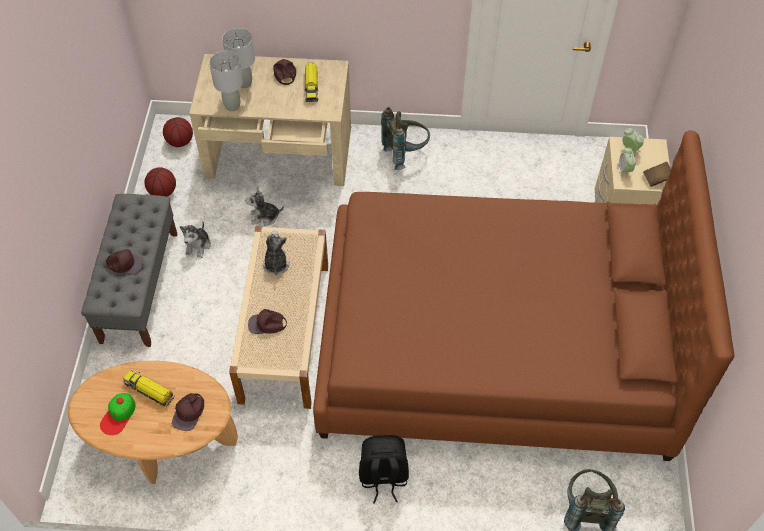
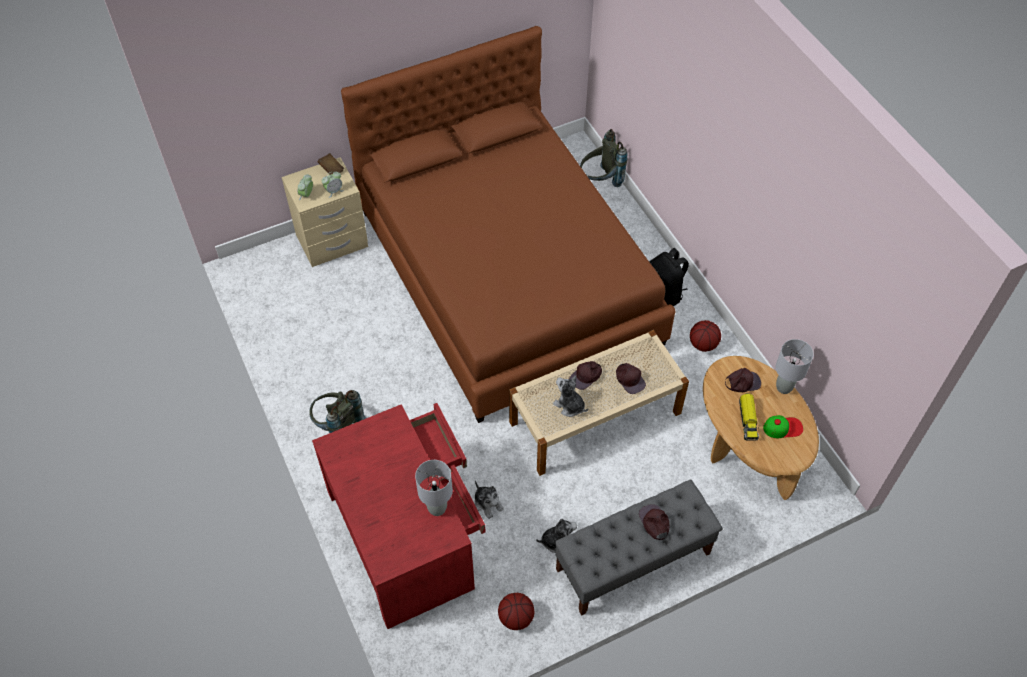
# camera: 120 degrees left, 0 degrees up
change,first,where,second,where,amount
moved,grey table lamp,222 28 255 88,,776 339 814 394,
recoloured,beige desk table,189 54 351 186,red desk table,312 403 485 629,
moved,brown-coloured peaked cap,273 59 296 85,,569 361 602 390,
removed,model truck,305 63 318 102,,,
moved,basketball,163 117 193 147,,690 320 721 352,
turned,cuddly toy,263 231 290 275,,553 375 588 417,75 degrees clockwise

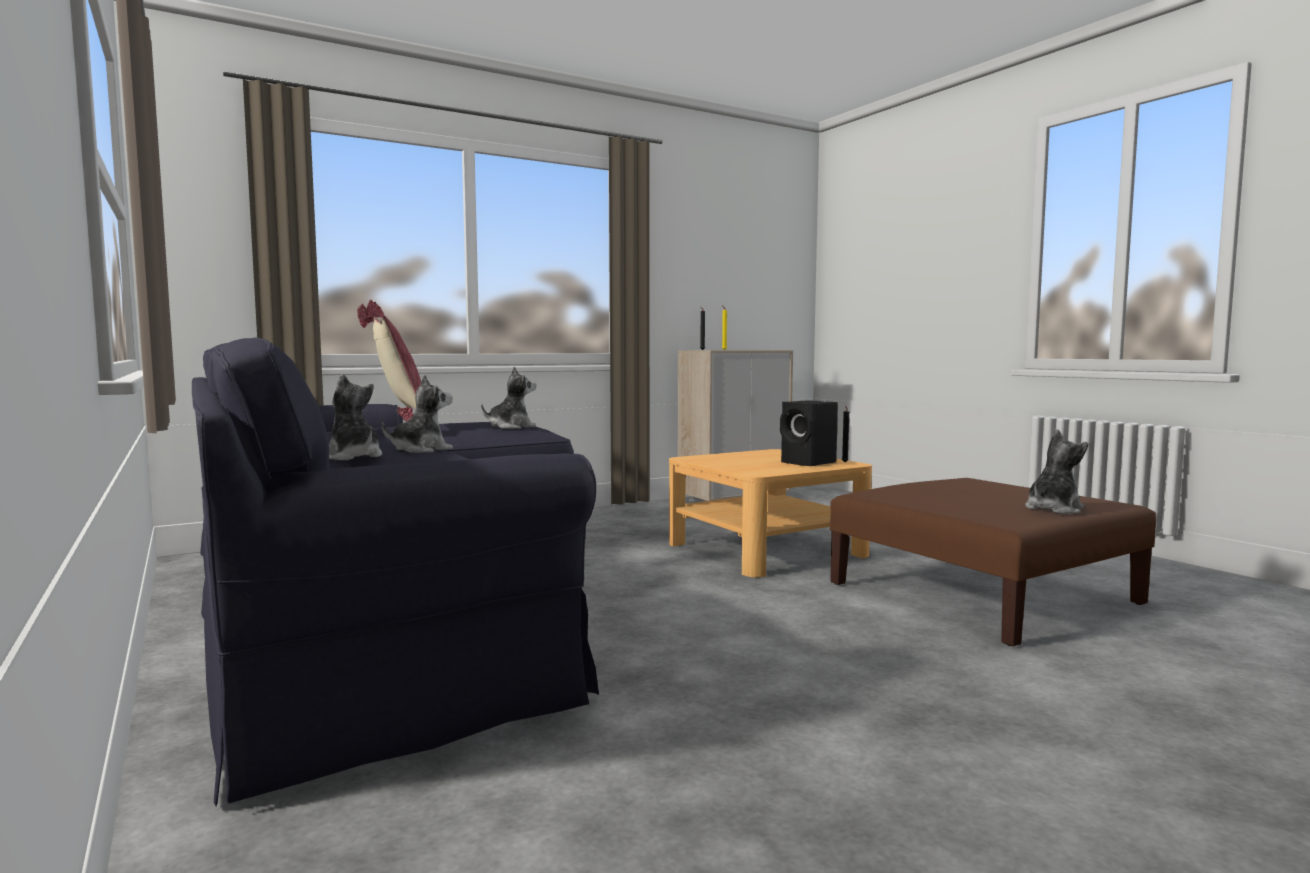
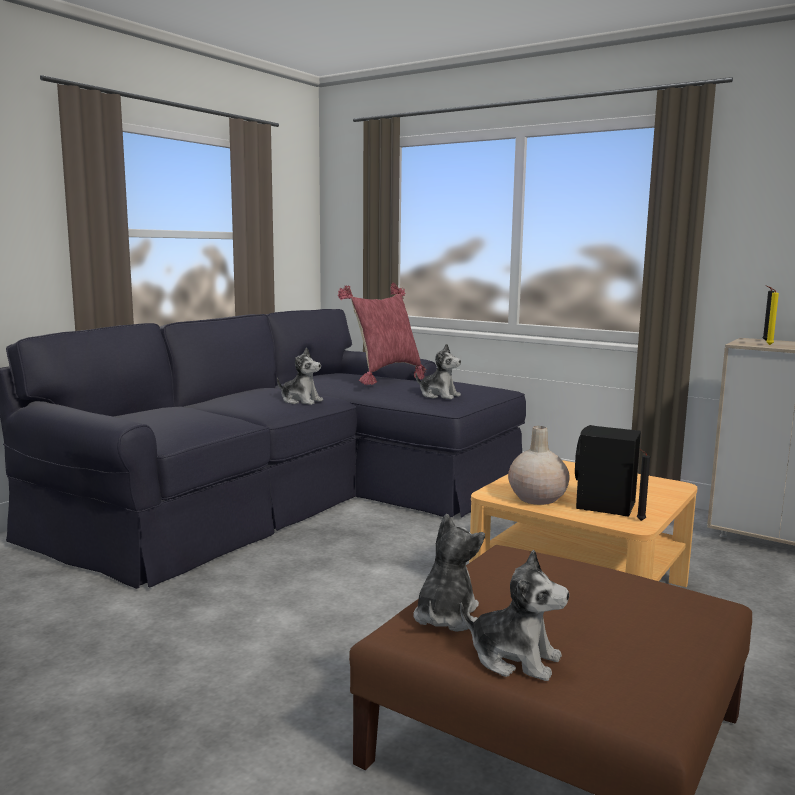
# camera: 65 degrees right, 5 degrees up
change,first,where,second,where,amount
moved,cuddly toy,329 374 382 460,,413 514 485 632,
added,,,beige decorative vase,508 426 569 505,

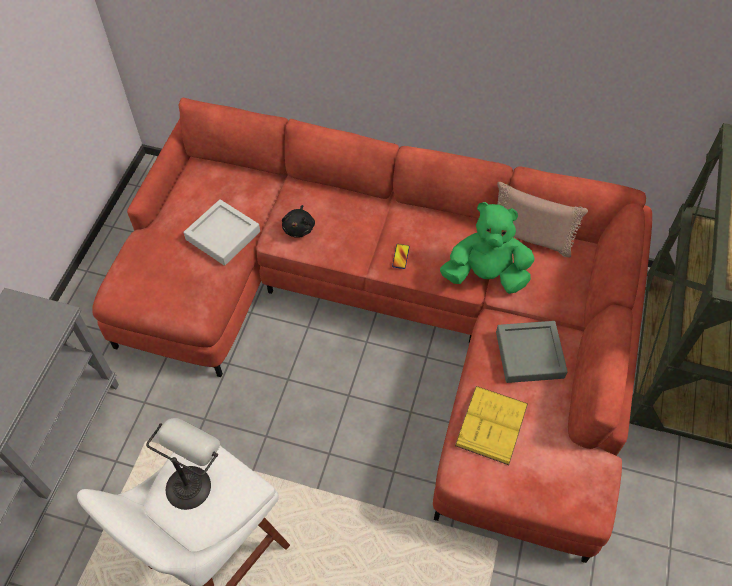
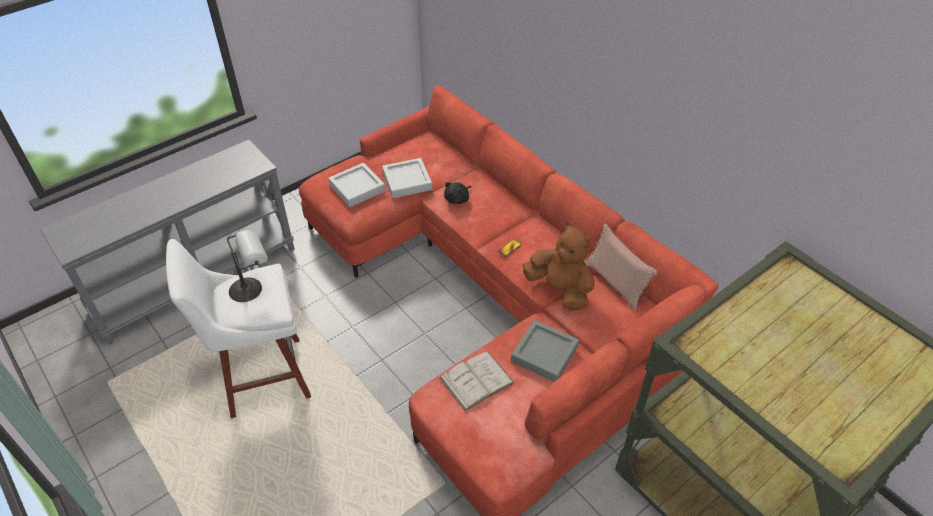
# camera: 35 degrees right, 10 degrees down
change,first,where,second,where,amount
recoloured,green cuddly toy,440 202 535 294,brown-coloured cuddly toy,522 222 595 310,
recoloured,yellowish bound book,455 386 528 465,whitish bound book,440 351 514 411,
added,,,grey serving tray,328 163 385 207,

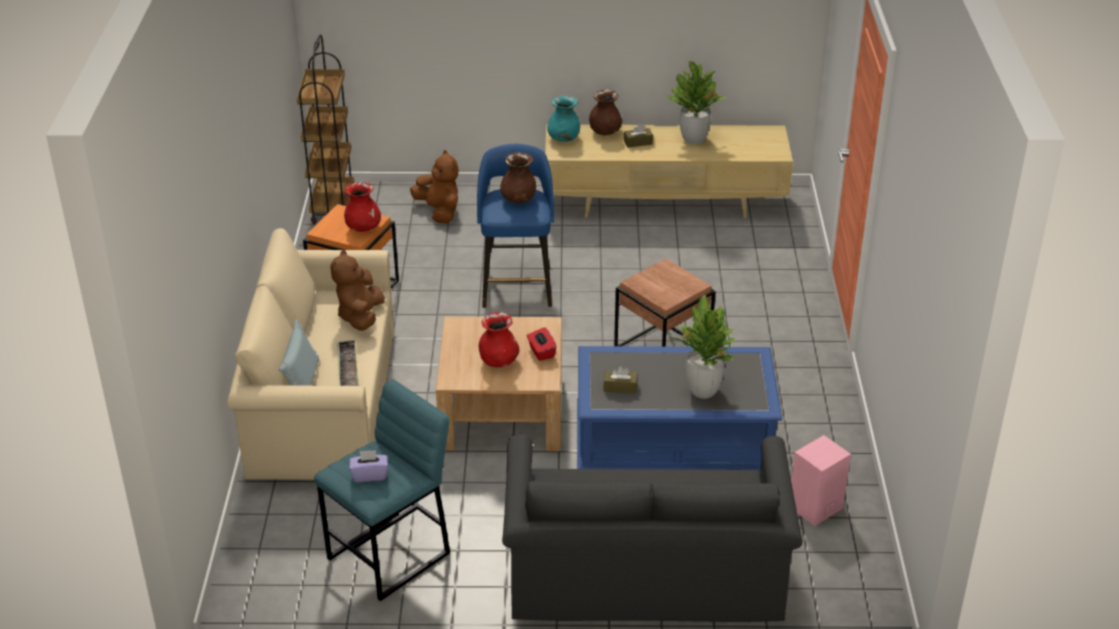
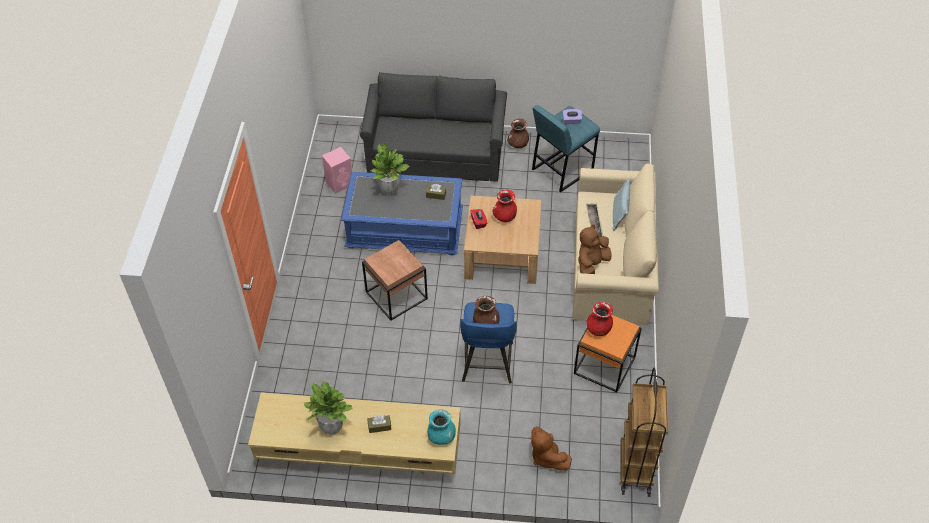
# camera: 175 degrees left, 15 degrees up
change,first,where,second,where,amount
moved,brown-coloured decorative vase,589 89 622 135,,507 119 529 148,
turned,brown-coloured cuddly toy,330 250 385 331,,578 225 612 274,150 degrees counterclockwise

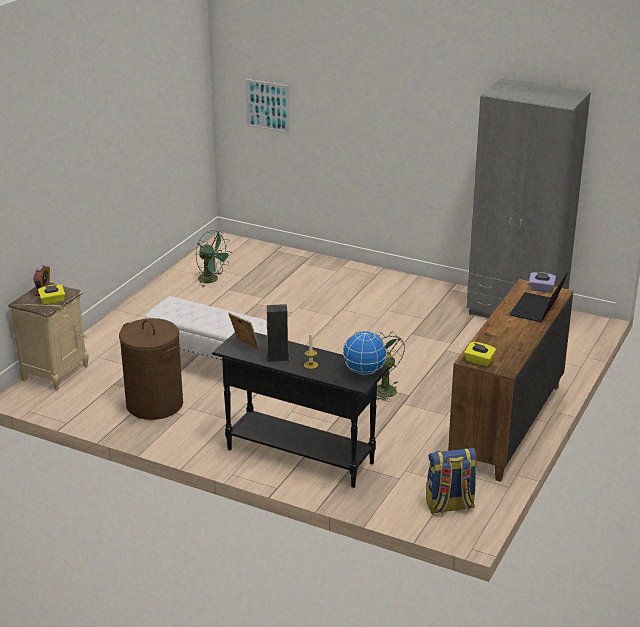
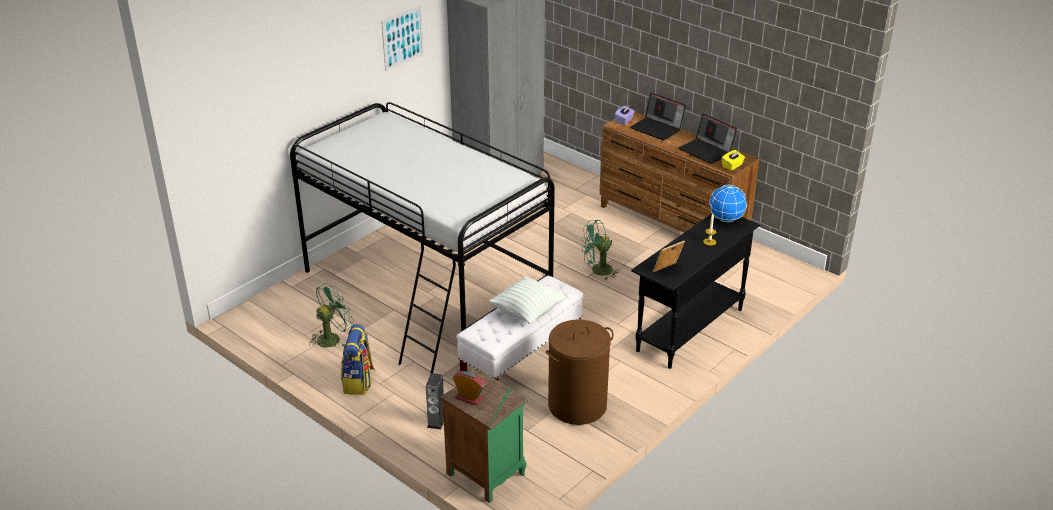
# camera: 75 degrees left, 5 degrees up
change,first,where,second,where,amount
moved,picture,245 79 290 134,,381 6 424 71,
recoloured,beige nightstand,8 282 89 391,green nightstand,440 371 528 503,
removed,yellowish tissue box,38 284 65 305,,,
moved,speaker,266 304 290 362,,426 373 444 430,
moved,rucksack,426 448 477 514,,341 324 375 395,
added,,,blackish bedroom bed,290 102 555 374,
added,,,notebook computer,678 114 737 164,
added,,,throw pillow,489 276 567 324,

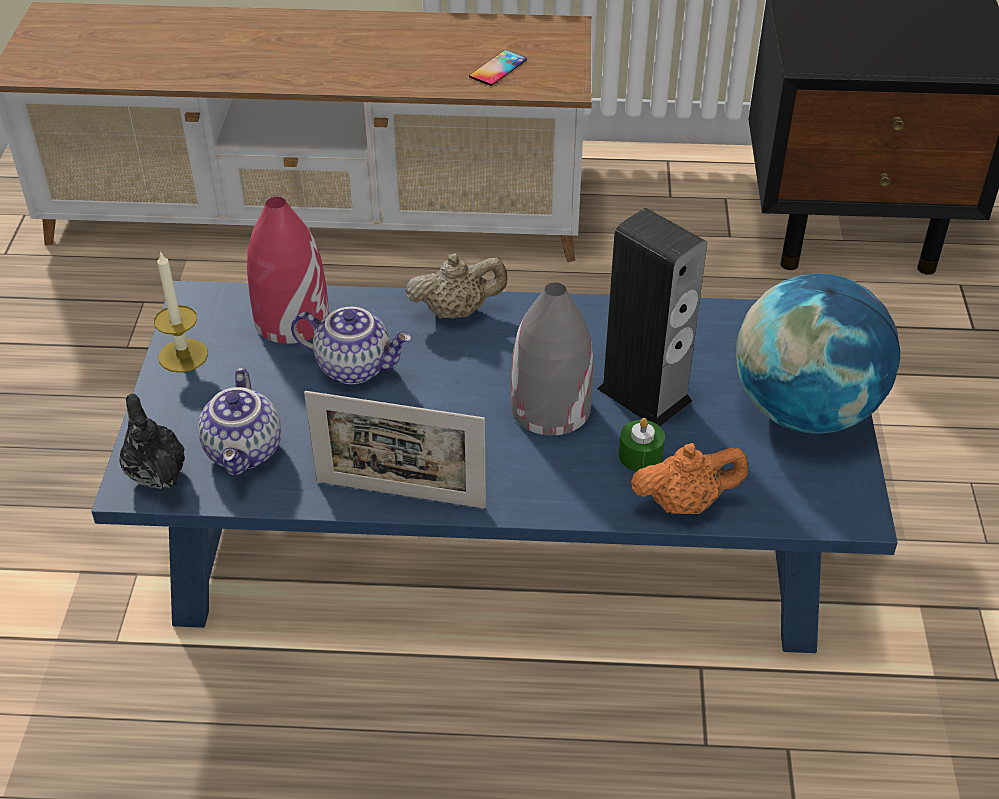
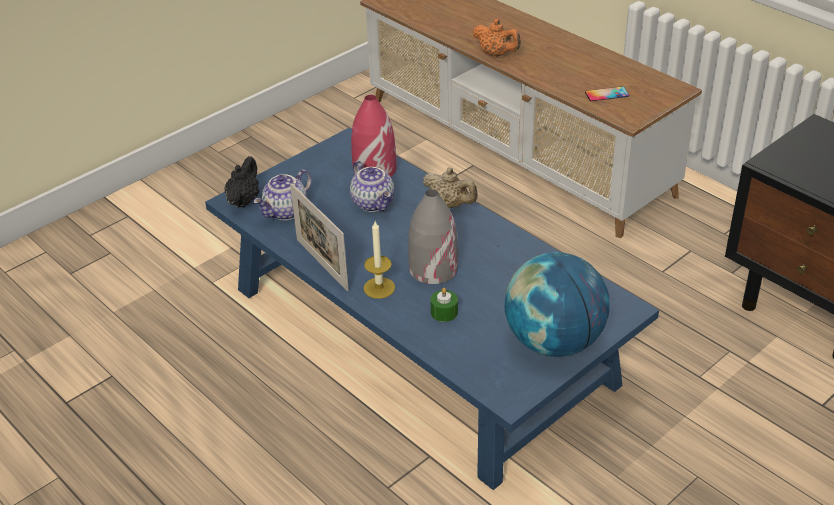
# camera: 45 degrees right, 5 degrees down
change,first,where,second,where,amount
removed,speaker,597 208 707 427,,,
moved,wax light,154 251 208 373,,363 221 395 299,
moved,orange tea pot,631 443 749 514,,473 19 521 56,

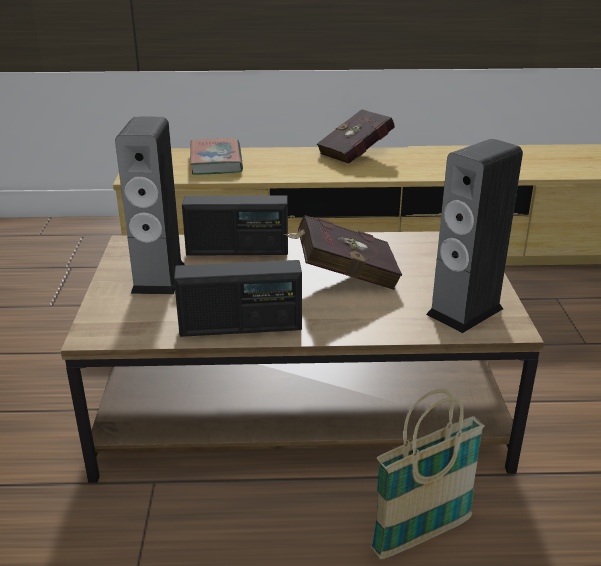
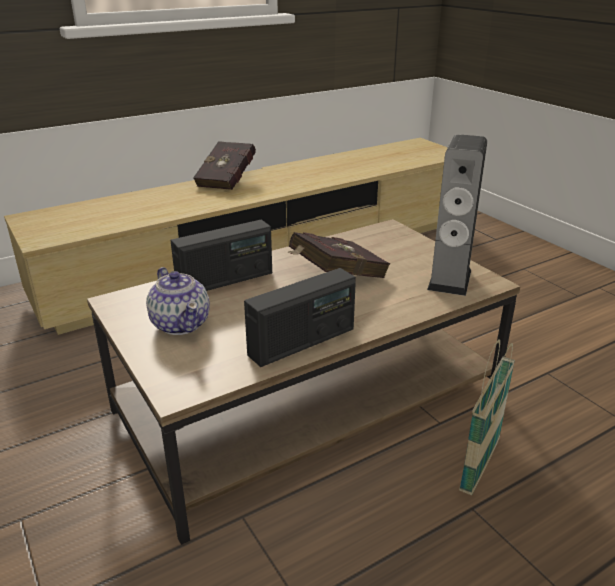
# camera: 30 degrees left, 0 degrees up
change,first,where,second,where,amount
replaced,speaker,115 116 185 294,tea pot,146 267 210 335,
removed,bound book,190 139 243 175,,,

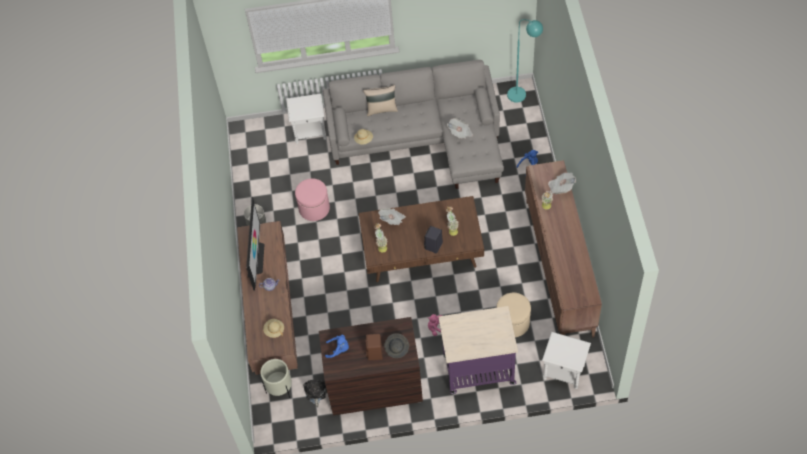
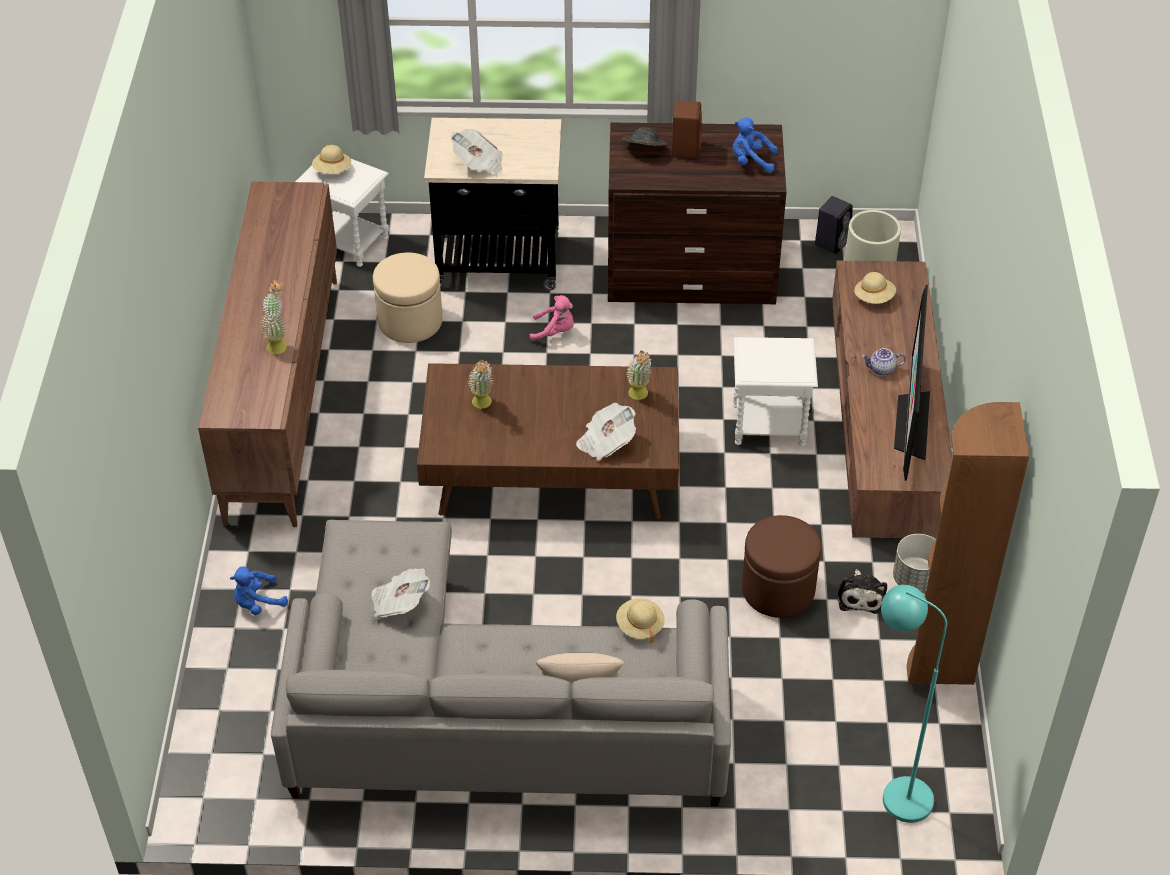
# camera: 175 degrees left, 10 degrees down
change,first,where,second,where,amount
moved,turquoise-coloured standard lamp,507 19 543 103,,881 585 947 823,
moved,whitish end table,286 94 326 144,,733 337 818 446,
moved,daily paper,548 173 576 194,,451 129 502 175,
recoloured,pink ottoman,295 178 330 221,brown-coloured ottoman,742 515 821 618,
moved,blackish speaker,424 226 443 254,,815 196 853 254,
recoloured,purplish cart,438 306 518 394,blackish cart,424 118 561 290,
moved,cuddly toy,303 379 326 407,,837 569 887 614,
added,,,beige wearable hat,312 145 351 174,
added,,,brown-coloured shelving unit,907 402 1029 685,

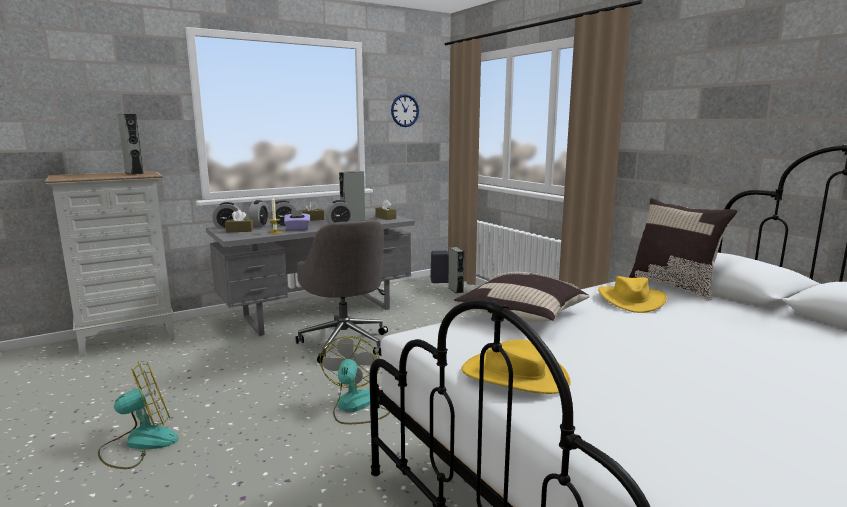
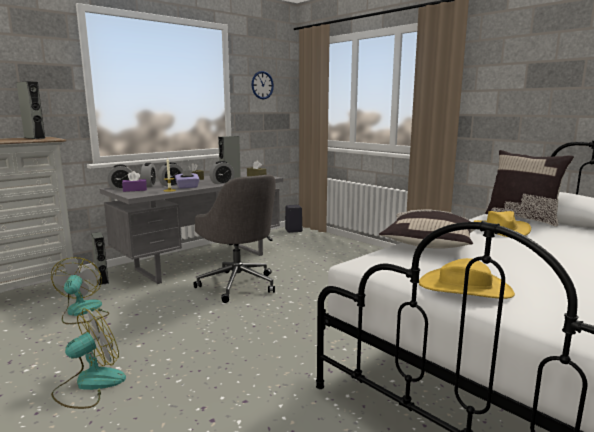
# camera: 10 degrees left, 0 degrees up
change,first,where,second,where,amount
recoloured,brown-coloured tissue box,225 210 254 232,purplish tissue box,122 171 147 192,
moved,grey speaker,448 247 464 294,,91 232 109 285,
moved,electric fan,320 336 390 425,,51 257 109 324,

